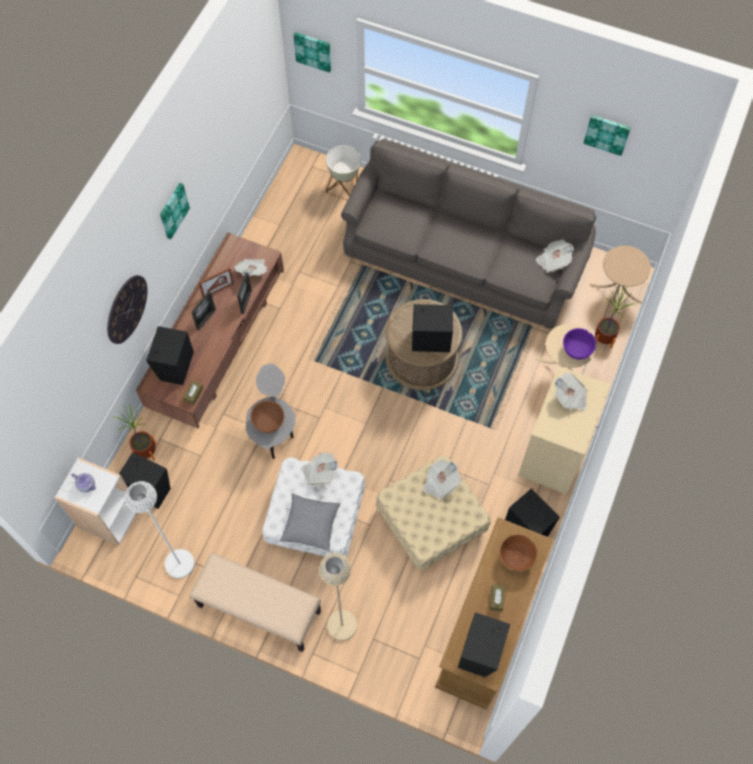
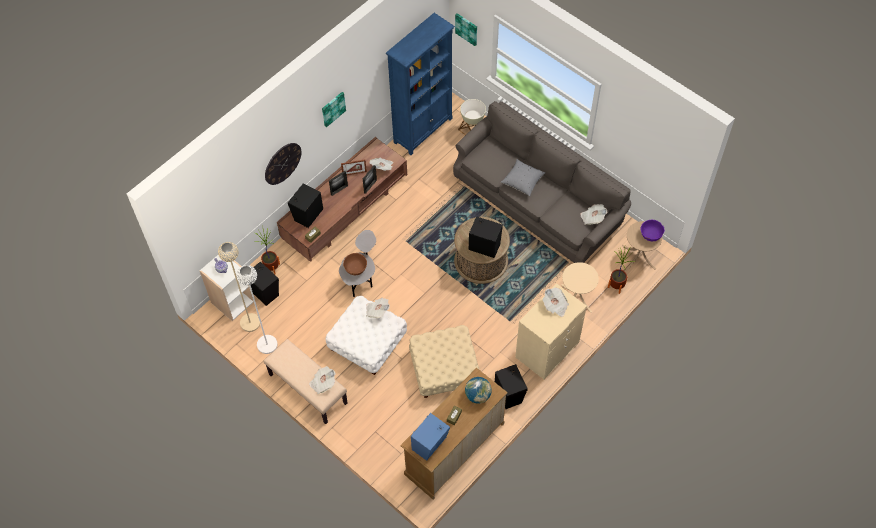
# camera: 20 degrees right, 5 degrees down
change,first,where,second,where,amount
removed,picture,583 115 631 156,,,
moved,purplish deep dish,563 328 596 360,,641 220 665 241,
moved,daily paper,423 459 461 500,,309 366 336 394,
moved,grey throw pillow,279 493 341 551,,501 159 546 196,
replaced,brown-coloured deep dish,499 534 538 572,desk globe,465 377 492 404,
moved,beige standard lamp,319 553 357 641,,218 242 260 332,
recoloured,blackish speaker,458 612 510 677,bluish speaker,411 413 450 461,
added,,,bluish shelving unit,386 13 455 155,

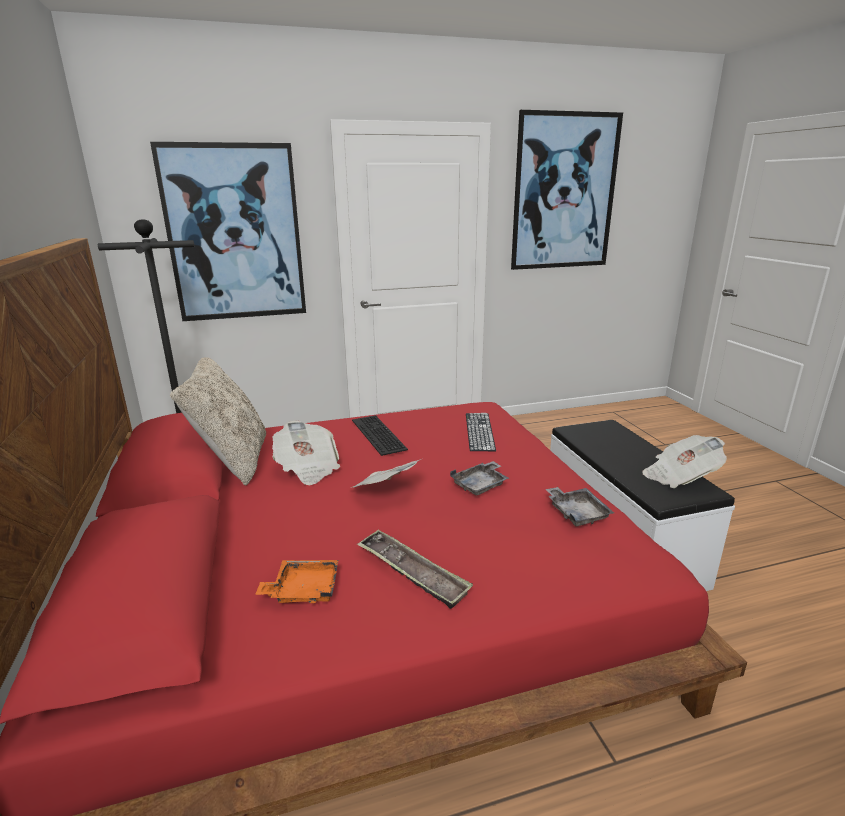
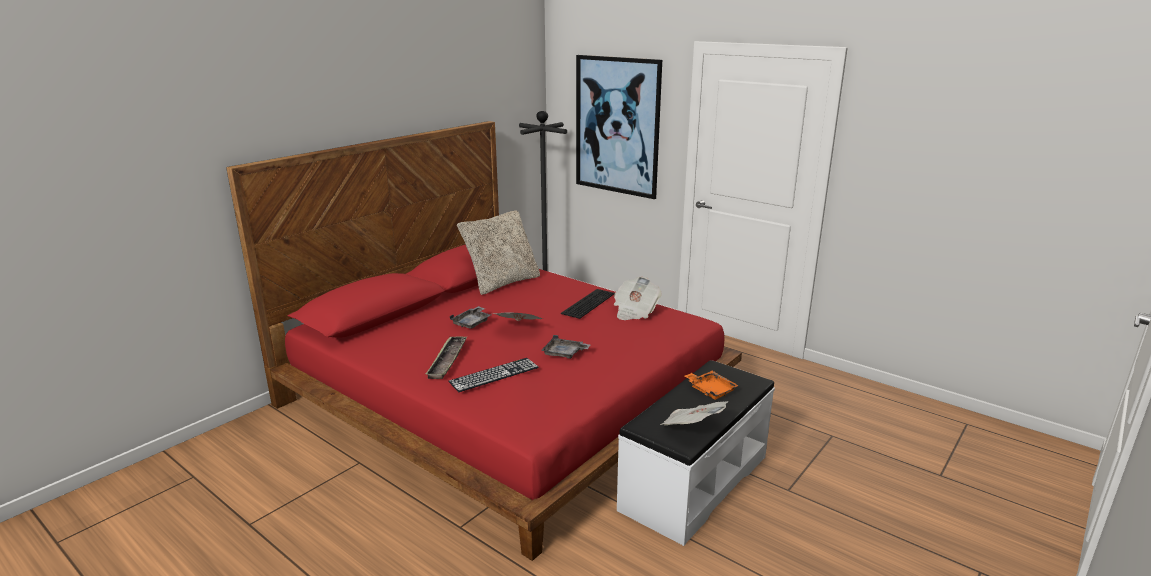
# camera: 55 degrees right, 0 degrees up
change,first,where,second,where,amount
removed,picture,511 110 623 270,,,
moved,keyboard,466 413 496 451,,448 358 539 392,
moved,daily paper,272 420 340 485,,614 277 662 320,
moved,grey serving tray,546 487 614 526,,450 306 491 329,
moved,orange serving tray,255 560 338 603,,684 371 739 400,

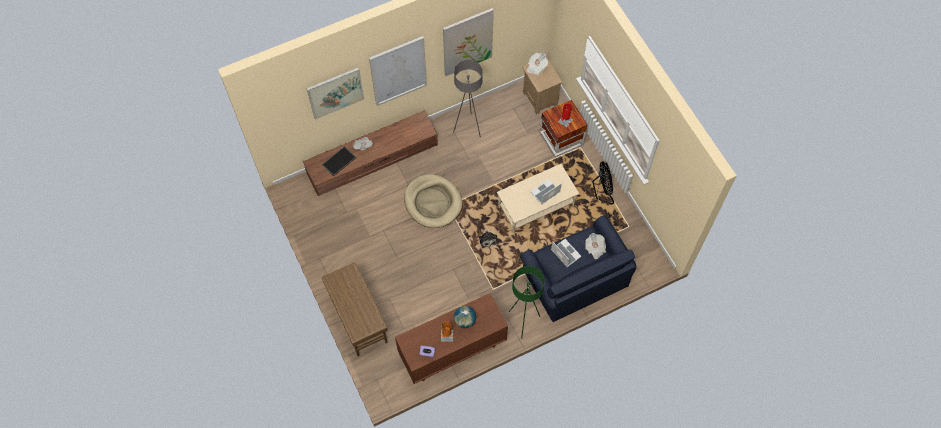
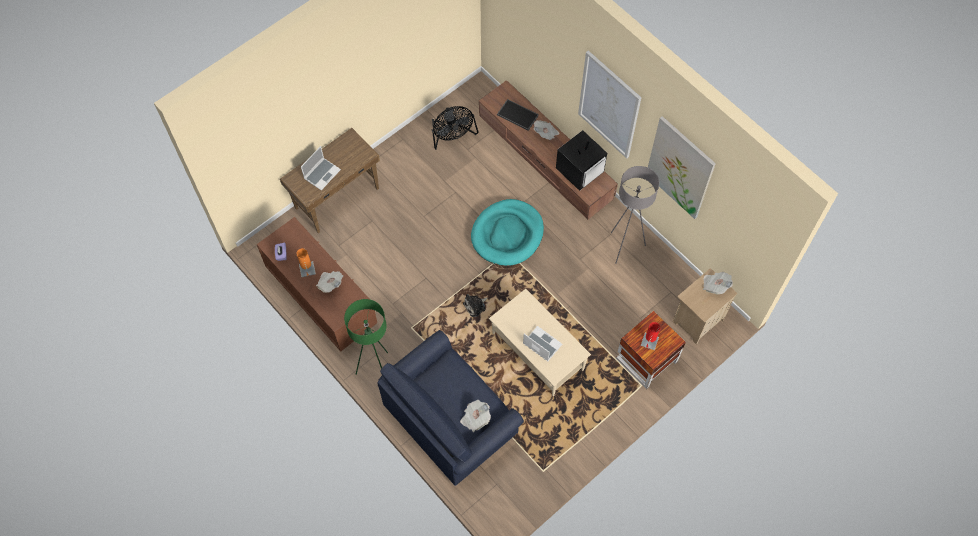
# camera: 75 degrees right, 0 degrees up
change,first,where,second,where,amount
removed,picture,306 68 364 120,,,
moved,blackish electric fan,582 161 614 205,,432 106 478 150,
recoloured,beige dog cushion,404 174 462 228,turquoise-coloured dog cushion,471 199 544 266,
moved,notebook computer,551 239 581 267,,301 146 341 190,
replaced,desk globe,454 306 476 328,daily paper,316 271 343 293,
added,,,television,556 130 607 191,

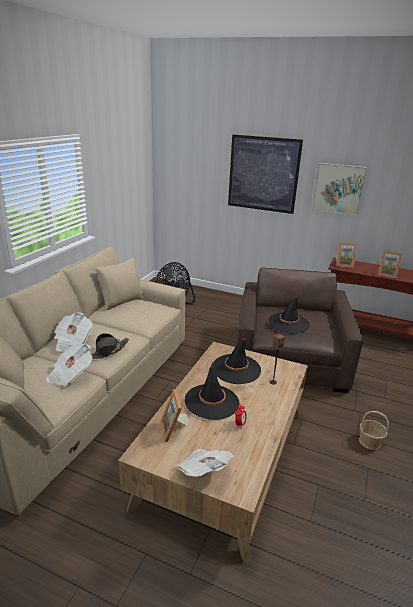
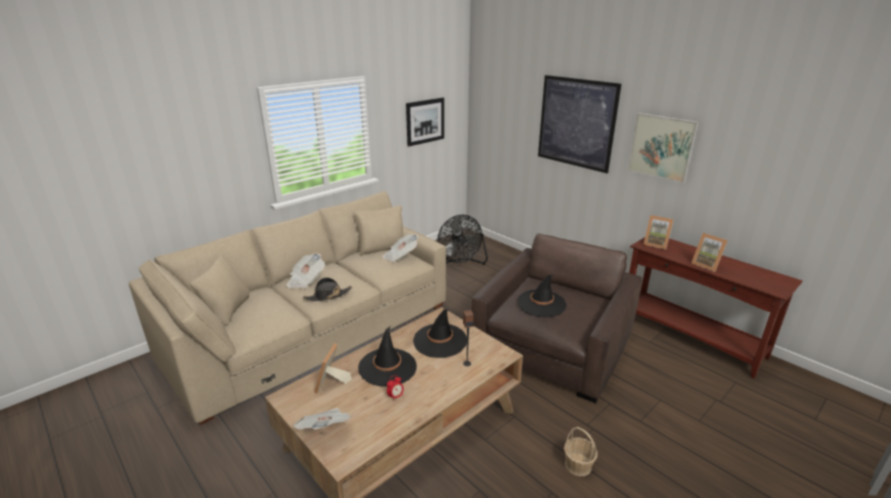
# camera: 25 degrees right, 0 degrees up
change,first,where,second,where,amount
moved,daily paper,46 344 92 387,,383 234 419 262,
added,,,picture,406 98 444 147,

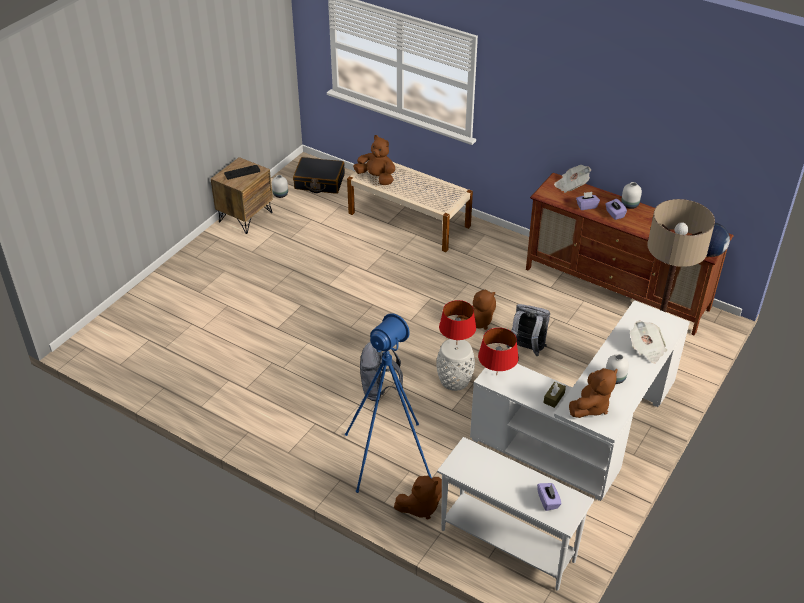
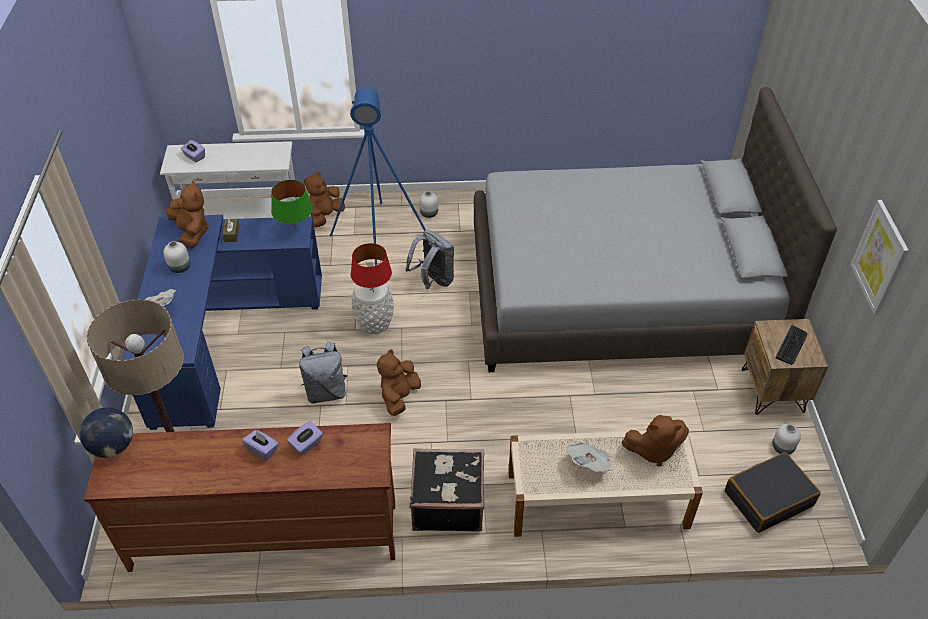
# camera: 145 degrees right, 5 degrees up
change,first,where,second,where,amount
moved,daily paper,554 165 591 193,,566 442 612 472,
moved,whitish decorative vase,621 182 642 209,,419 191 438 218,
recoloured,whitish desk table,470 300 690 501,bluish desk table,122 215 322 430,
recoloured,red table lamp,478 328 519 371,green table lamp,271 180 313 230,
turned,brown-coloured cuddly toy,569 368 618 418,,166 180 209 248,150 degrees clockwise
added,,,grey bedroom bed,474 87 837 372,
added,,,picture,850 200 909 315,
added,,,blackish suitcase,410 448 484 532,

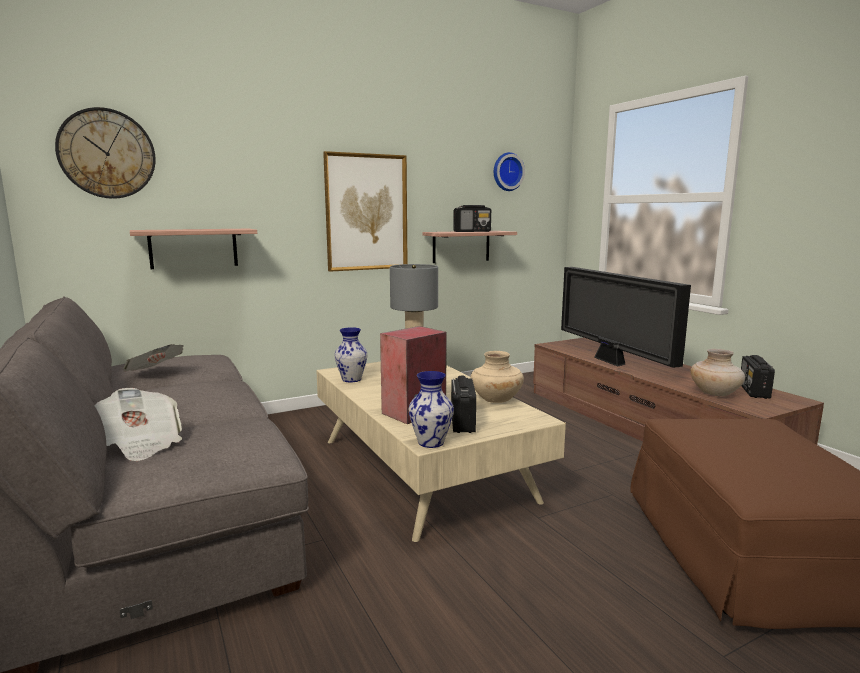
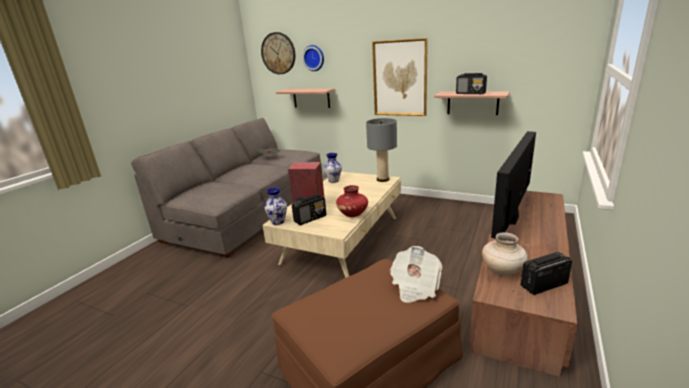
# camera: 55 degrees right, 10 degrees up
change,first,where,second,where,amount
moved,wall clock,494 152 525 191,,302 45 324 71,
recoloured,beige decorative vase,470 351 524 403,red decorative vase,336 185 368 217,
moved,daily paper,95 388 182 461,,390 246 443 303,

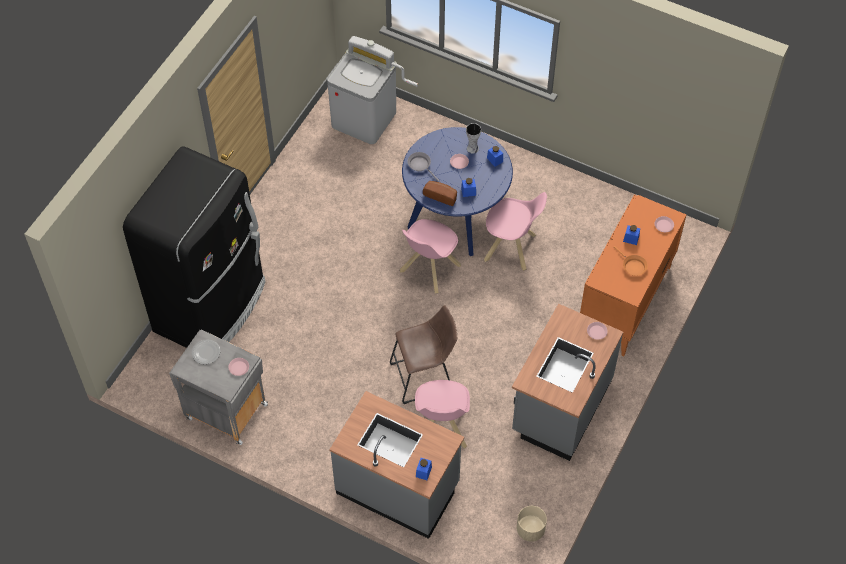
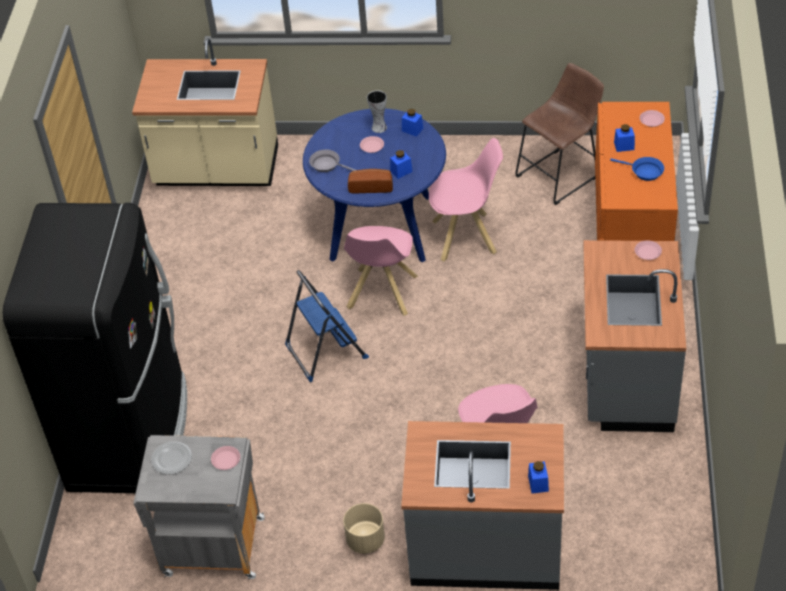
# camera: 20 degrees left, 10 degrees down
change,first,where,second,where,amount
replaced,grey laundry machine,327 36 418 144,beige counter,132 38 278 186,
recoloured,orange frying pan,614 246 648 276,bluish frying pan,610 157 664 181,
moved,brown-coloured sitting stool,390 305 457 404,,516 63 604 205,
moved,beige flower pot,517 506 547 542,,343 503 385 554,
added,,,bluish step stool,285 270 369 382,

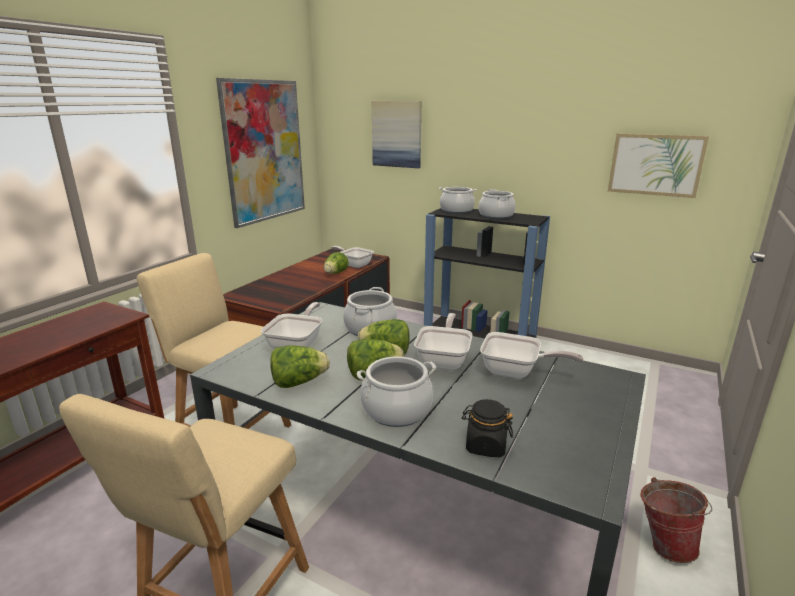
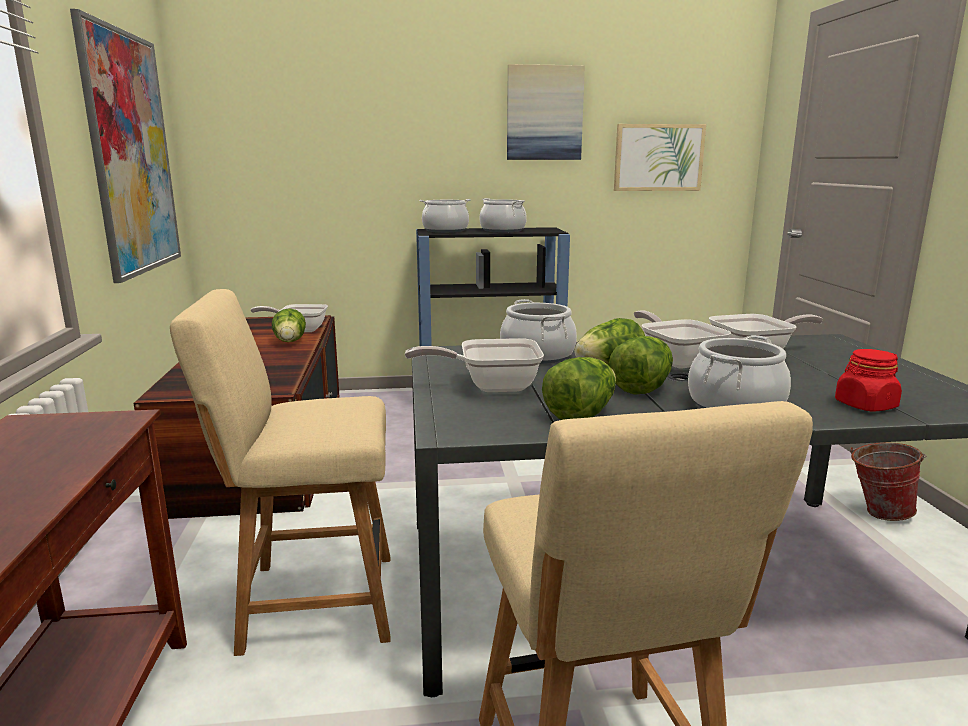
# camera: 35 degrees left, 5 degrees down
change,first,where,second,where,amount
moved,picture,372 101 421 168,,507 64 585 160,
turned,frying pan,261 302 323 349,,405 338 544 392,75 degrees counterclockwise
recoloured,blackish jar,462 399 513 457,red jar,835 349 902 412,

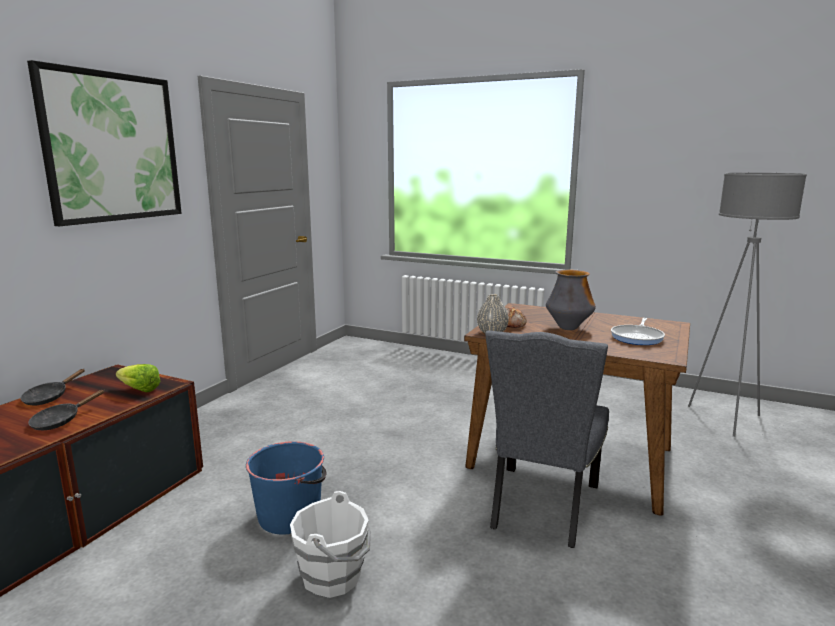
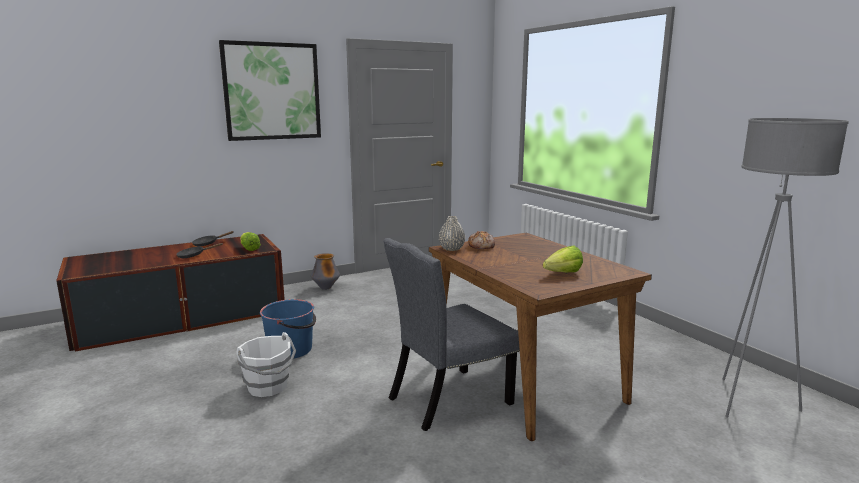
# camera: 35 degrees right, 0 degrees up
change,first,where,second,where,amount
moved,decorative vase,546 269 596 330,,311 253 340 290,
replaced,frying pan,611 318 665 345,lettuce head,543 246 583 272,

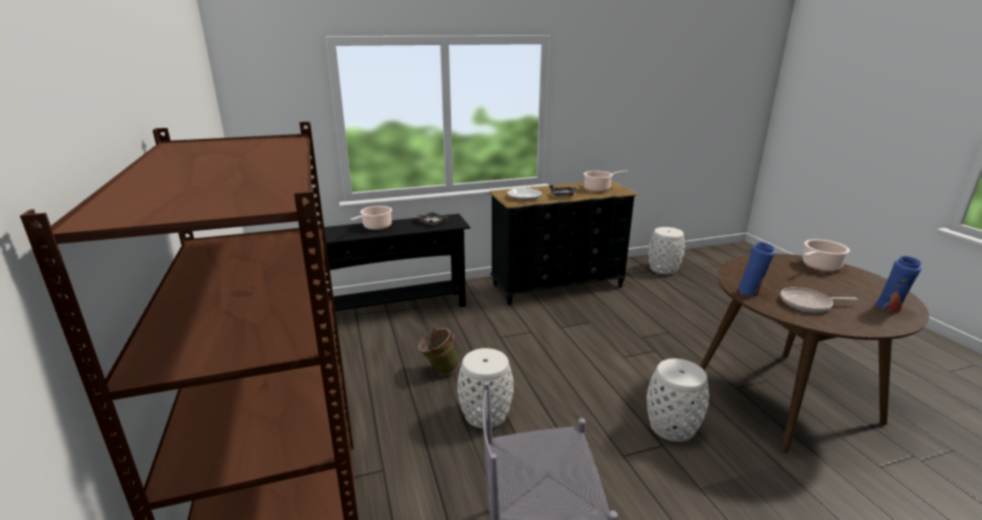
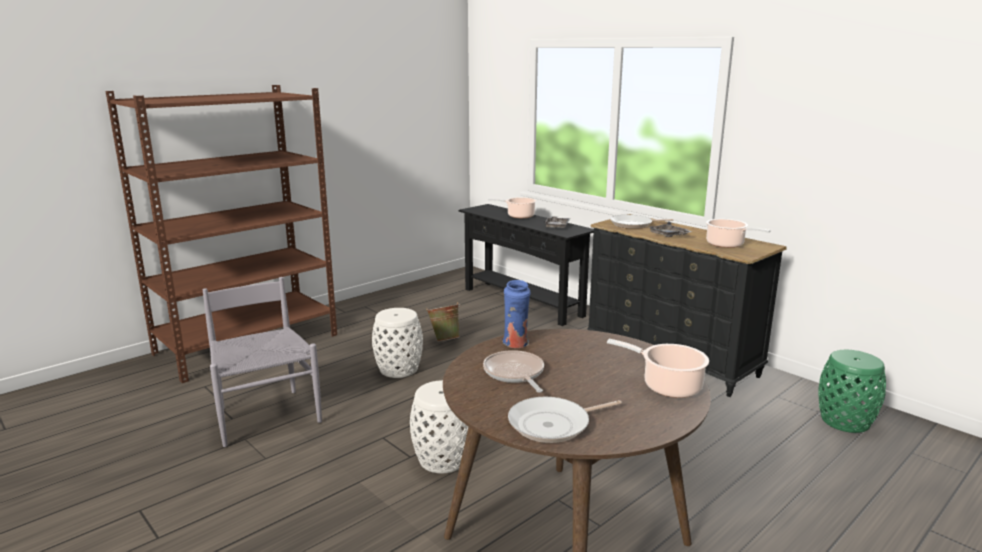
# camera: 65 degrees right, 5 degrees down
change,first,where,second,where,amount
recoloured,whitish sitting stool,648 227 685 275,green sitting stool,818 350 886 433,
replaced,bluish decorative vase,875 256 922 312,frying pan,508 397 622 443,

